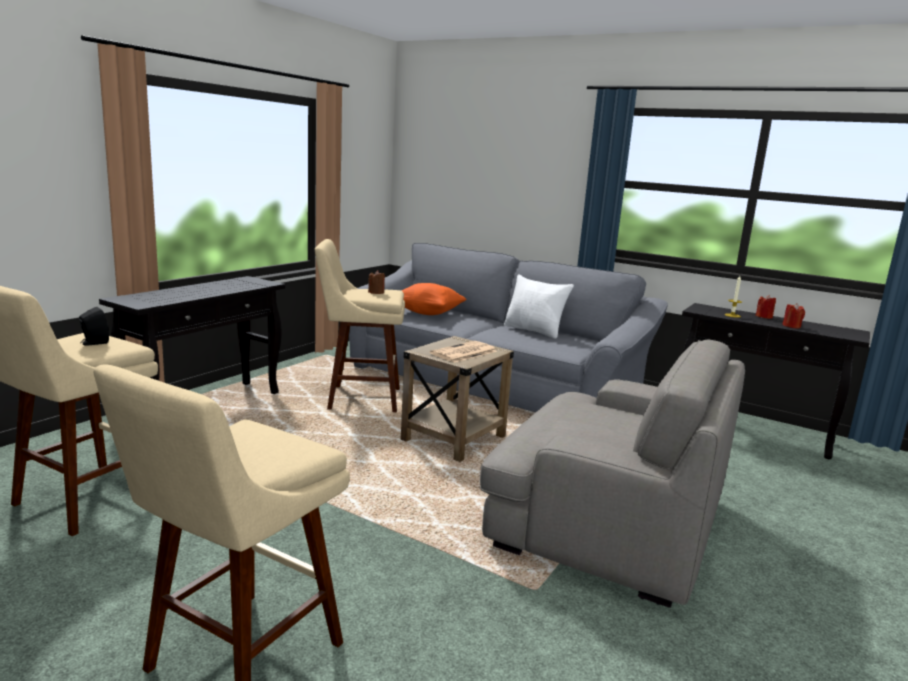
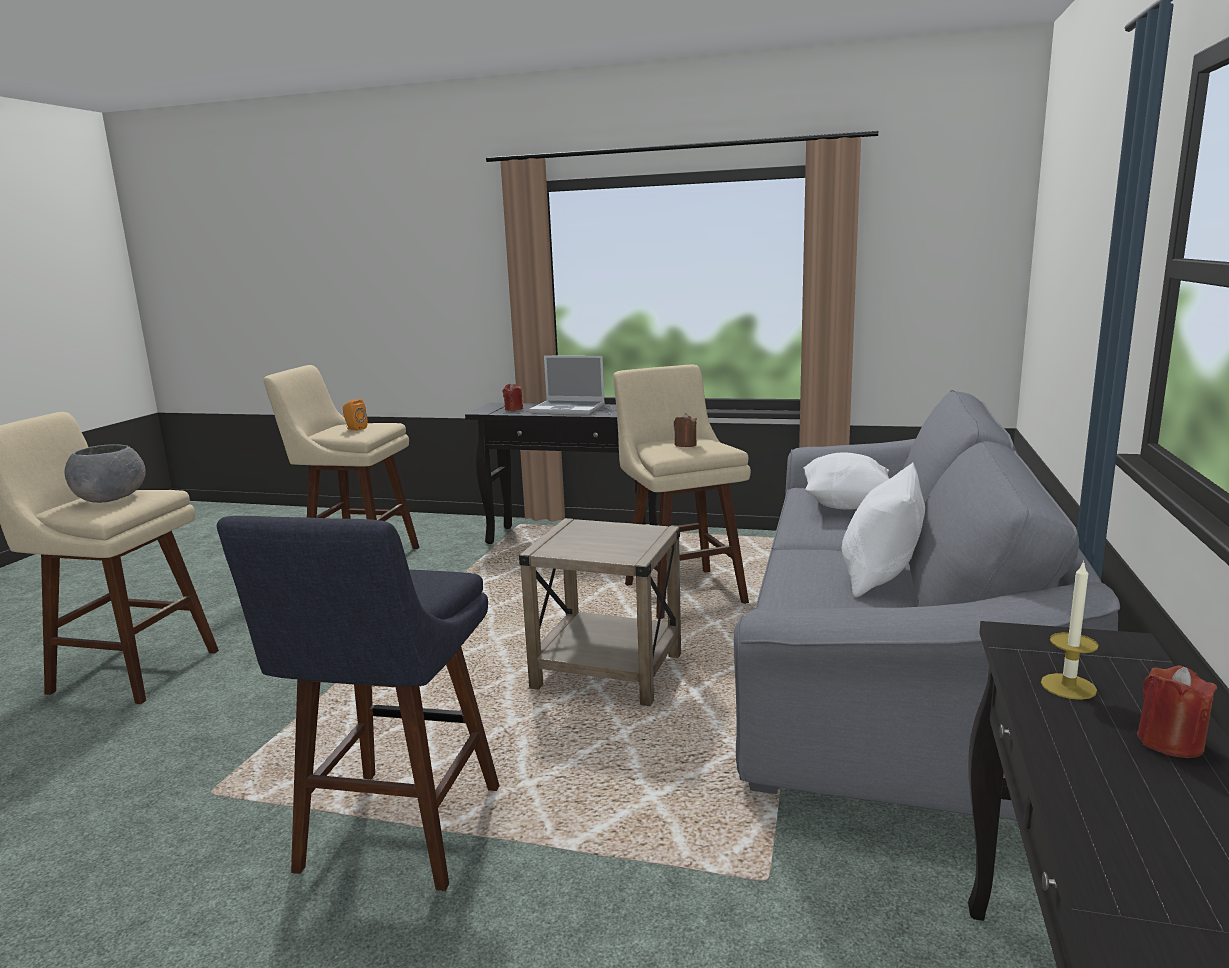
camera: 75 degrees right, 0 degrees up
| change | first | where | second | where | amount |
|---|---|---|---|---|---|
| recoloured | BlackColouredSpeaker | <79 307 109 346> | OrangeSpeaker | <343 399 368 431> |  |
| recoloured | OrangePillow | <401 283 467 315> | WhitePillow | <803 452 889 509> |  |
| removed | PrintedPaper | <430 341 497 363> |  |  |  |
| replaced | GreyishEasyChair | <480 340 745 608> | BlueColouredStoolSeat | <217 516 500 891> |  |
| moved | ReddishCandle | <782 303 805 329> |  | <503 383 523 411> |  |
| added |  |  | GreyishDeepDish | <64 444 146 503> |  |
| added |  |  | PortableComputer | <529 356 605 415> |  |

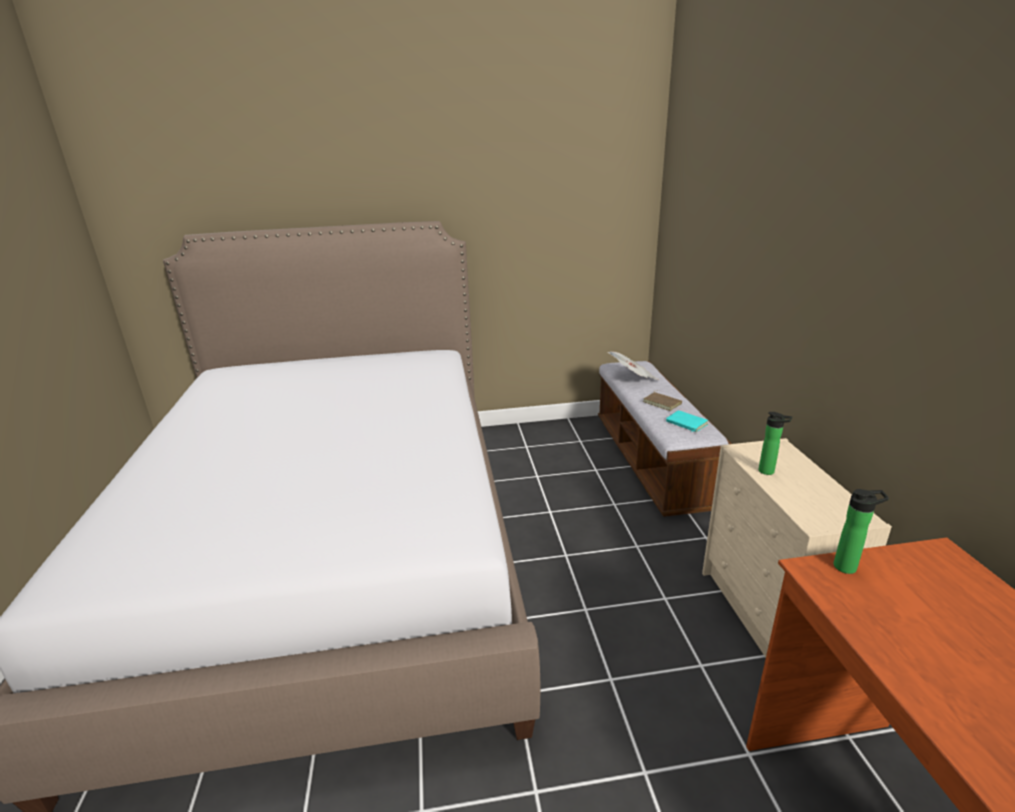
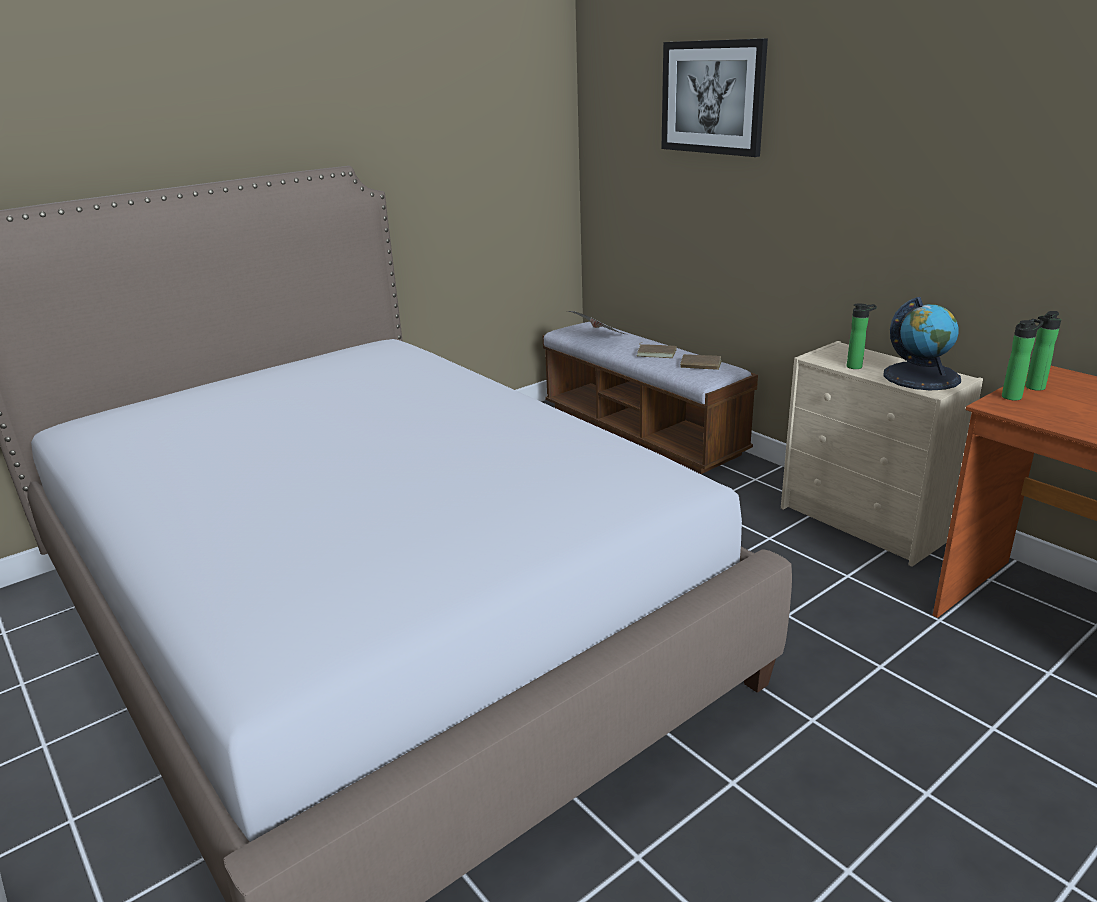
camera: 30 degrees left, 0 degrees up
| change | first | where | second | where | amount |
|---|---|---|---|---|---|
| recoloured | TurquoiseBook | <666 410 708 432> | BrownBook | <680 354 722 370> |  |
| added |  |  | Picture | <661 38 768 157> |  |
| added |  |  | Globe | <883 297 961 390> |  |
| added |  |  | Bottle | <1025 311 1061 391> |  |

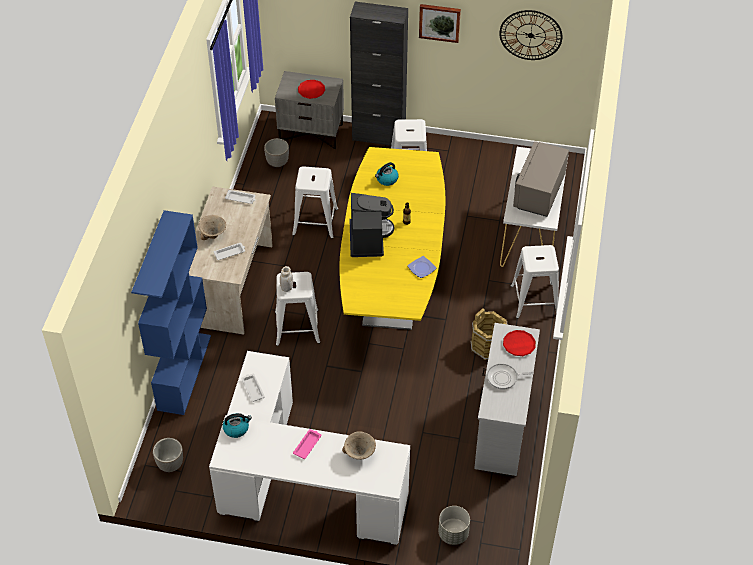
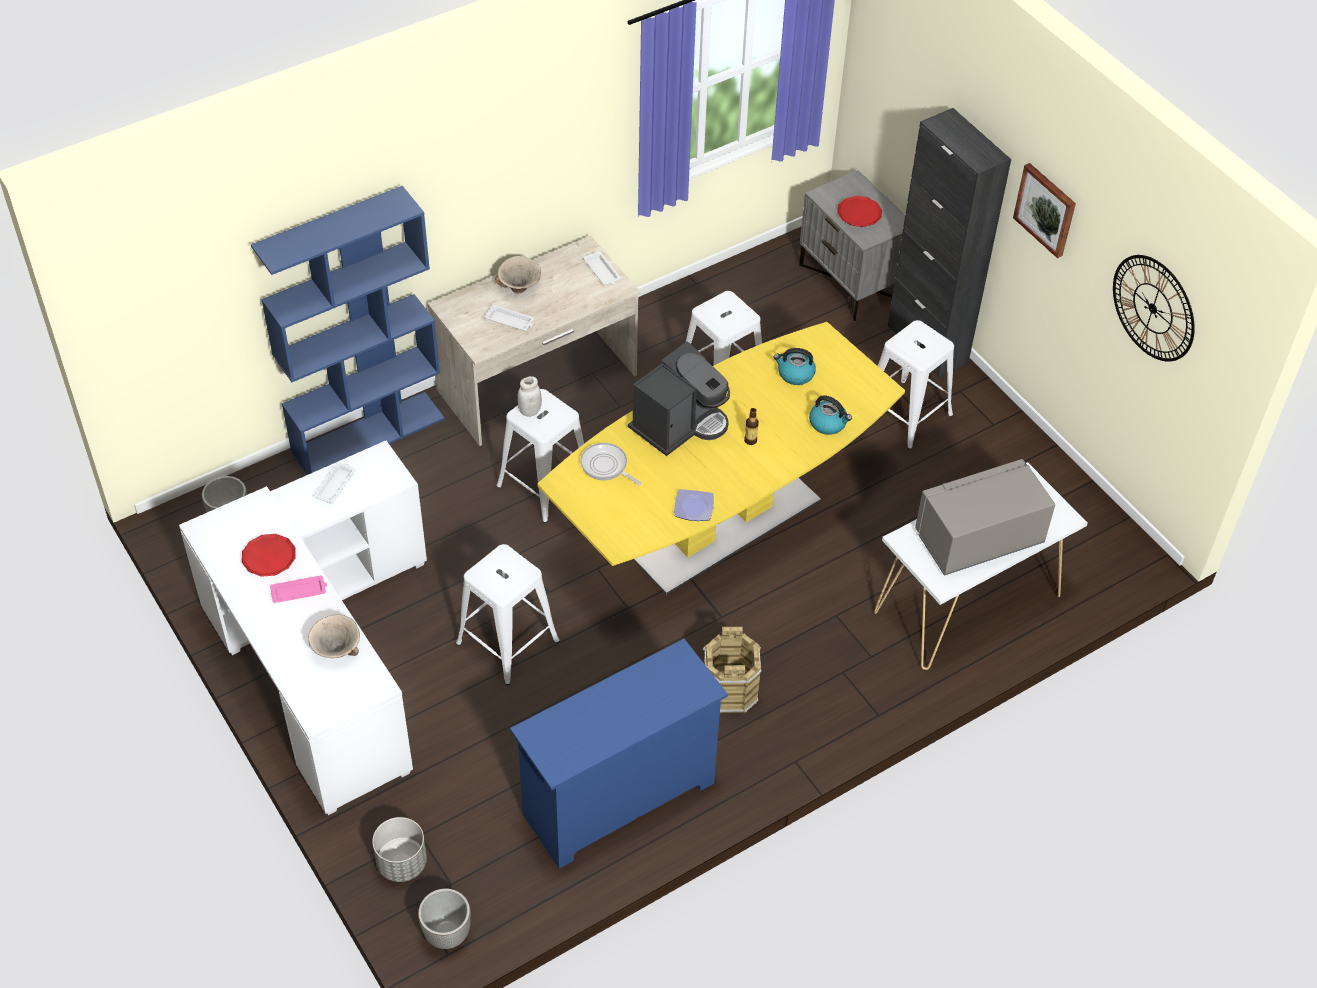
camera: 45 degrees right, 0 degrees up
| change | first | where | second | where | amount |
|---|---|---|---|---|---|
| moved | WaterKettle | <223 413 252 438> |  | <809 395 852 435> |  |
| moved | PlantPot | <264 138 289 167> |  | <418 888 471 949> |  |
| recoloured | WhiteDresser | <474 323 540 476> | BlueColouredDresser | <510 639 728 869> |  |
| moved | Pan | <487 364 534 390> |  | <580 443 642 485> |  |
| moved | ReddishFlatDish | <503 330 536 356> |  | <242 534 296 577> |  |
| moved | WhiteStoolSeat | <511 245 559 319> |  | <456 544 560 685> |  |

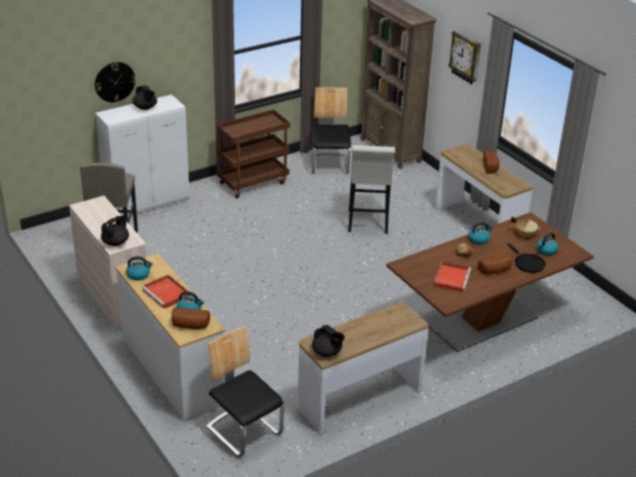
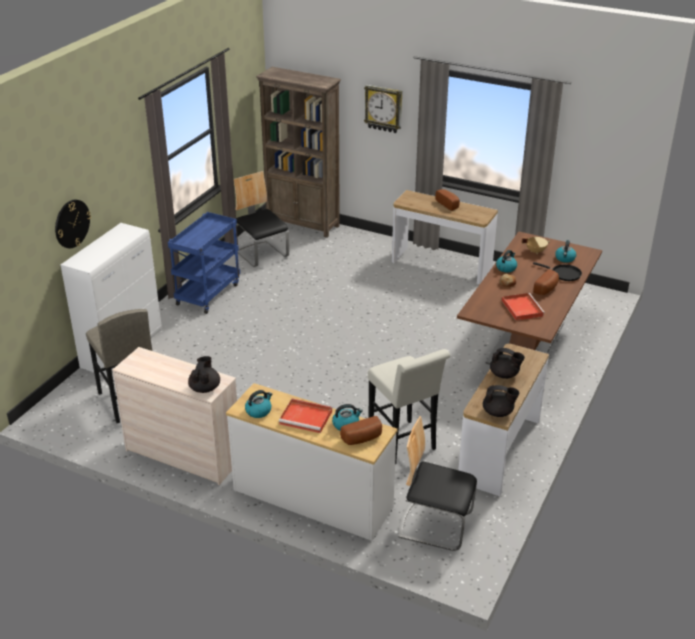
camera: 30 degrees left, 0 degrees up
| change | first | where | second | where | amount |
|---|---|---|---|---|---|
| moved | BlackColouredTeapot | <133 85 157 110> |  | <490 348 525 379> |  |
| recoloured | BrownCart | <217 110 290 198> | BlueColouredCart | <168 212 240 314> |  |
| moved | WhiteStoolSeat | <348 145 395 234> |  | <368 349 450 464> |  |

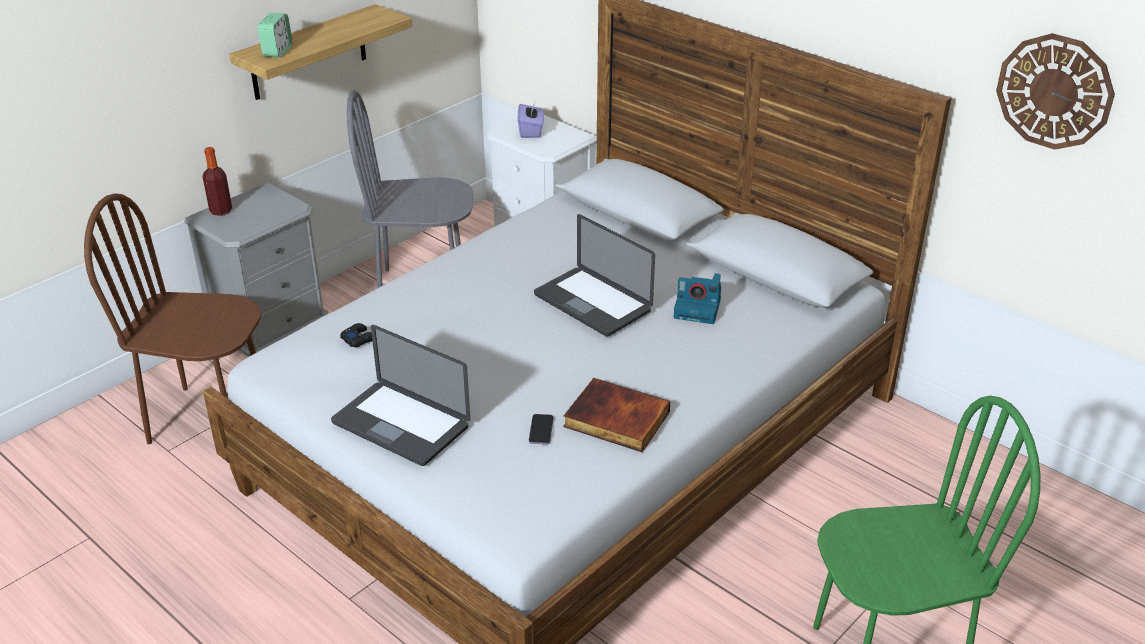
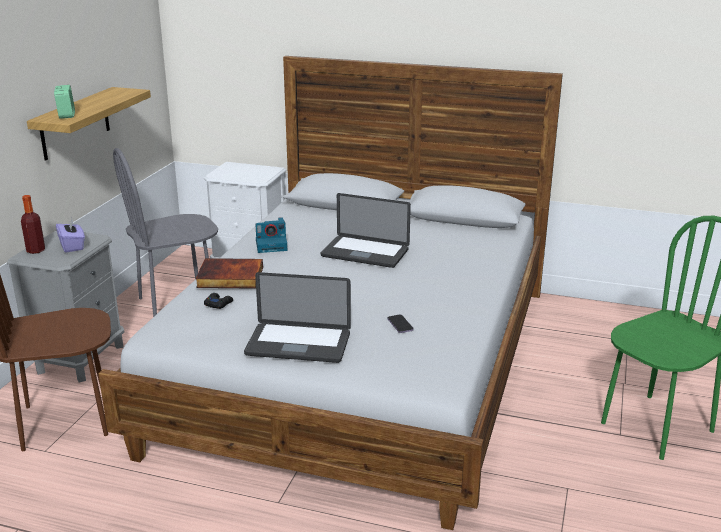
camera: 25 degrees left, 10 degrees down
| change | first | where | second | where | amount |
|---|---|---|---|---|---|
| moved | PurplishTissueBox | <518 102 544 138> |  | <56 218 85 253> |  |
| moved | Book | <563 378 670 452> |  | <196 258 263 289> |  |
| moved | PhotoCamera | <674 273 721 324> |  | <255 217 287 253> |  |
| removed | WallClock | <996 33 1115 150> |  |  |  |

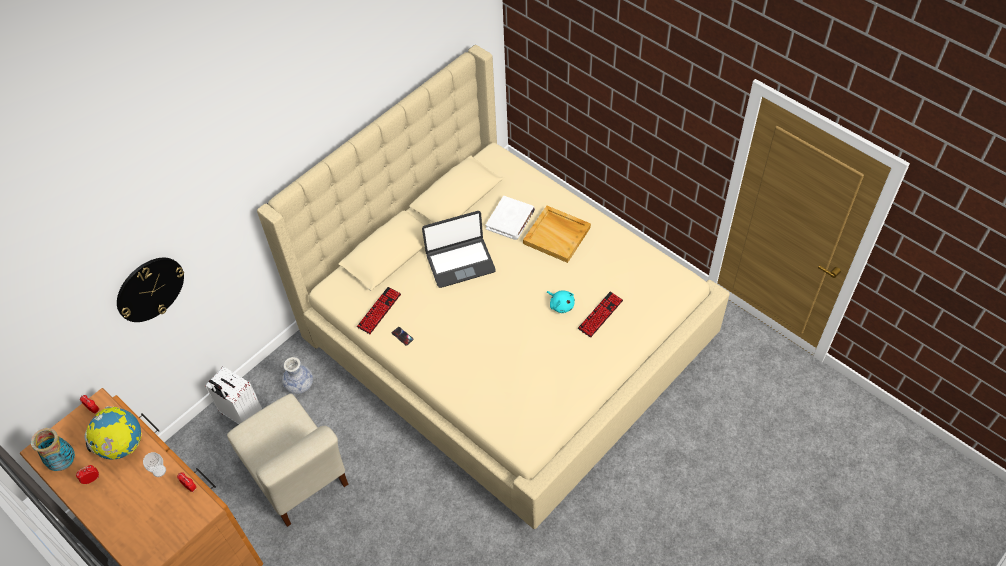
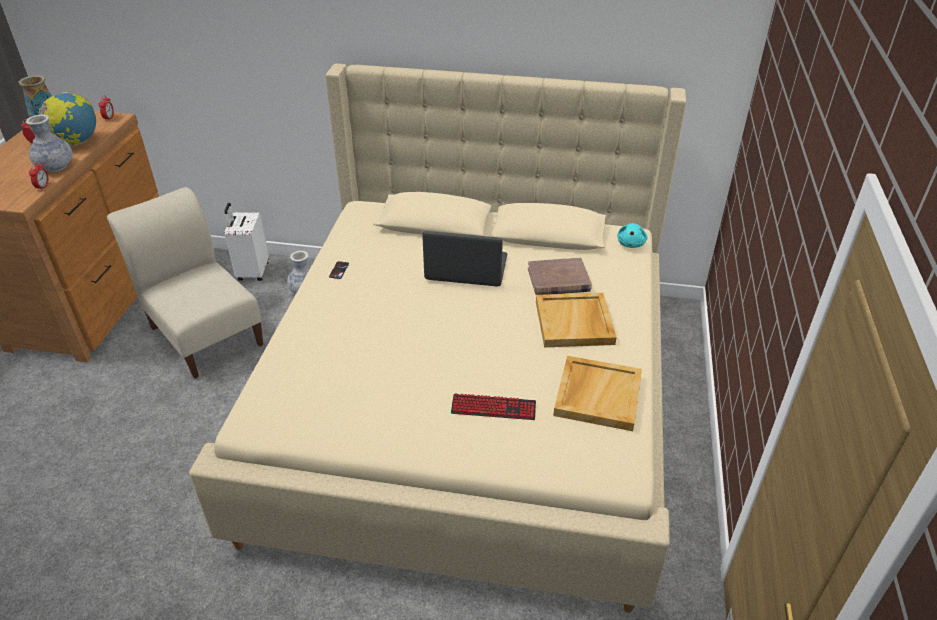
camera: 55 degrees right, 15 degrees down
| change | first | where | second | where | amount |
|---|---|---|---|---|---|
| removed | WallClock | <117 258 184 322> |  |  |  |
| replaced | SmallCup | <143 452 166 477> | FlowerVase | <25 114 73 172> |  |
| turned | SandColouredPlainChair | <227 394 348 527> |  | <107 187 263 378> | 120 degrees clockwise |
| removed | PcKeyboard | <357 287 401 334> |  |  |  |
| turned | PortableComputer | <422 211 496 288> |  | <422 231 507 287> | 150 degrees clockwise |
| recoloured | WhiteBook | <486 196 535 240> | BrownBook | <528 258 591 295> |  |
| moved | TurquoiseCuddlyToy | <547 290 575 313> |  | <617 223 648 248> |  |
| added |  |  | SandColouredServingTray | <553 356 642 431> |  |

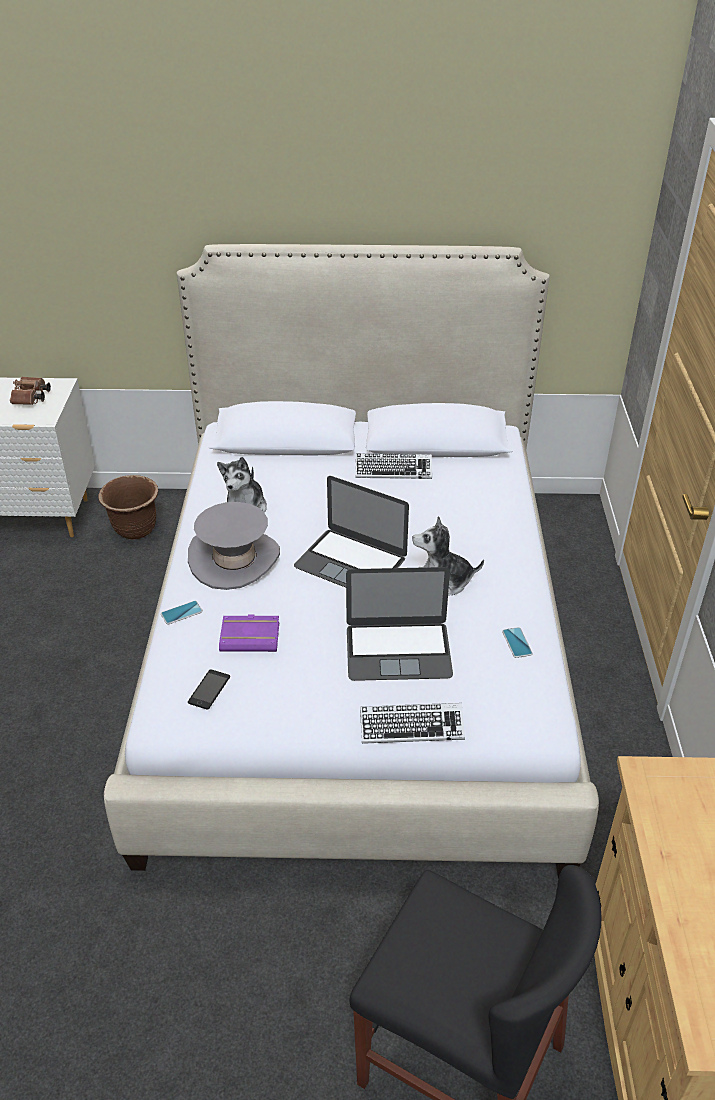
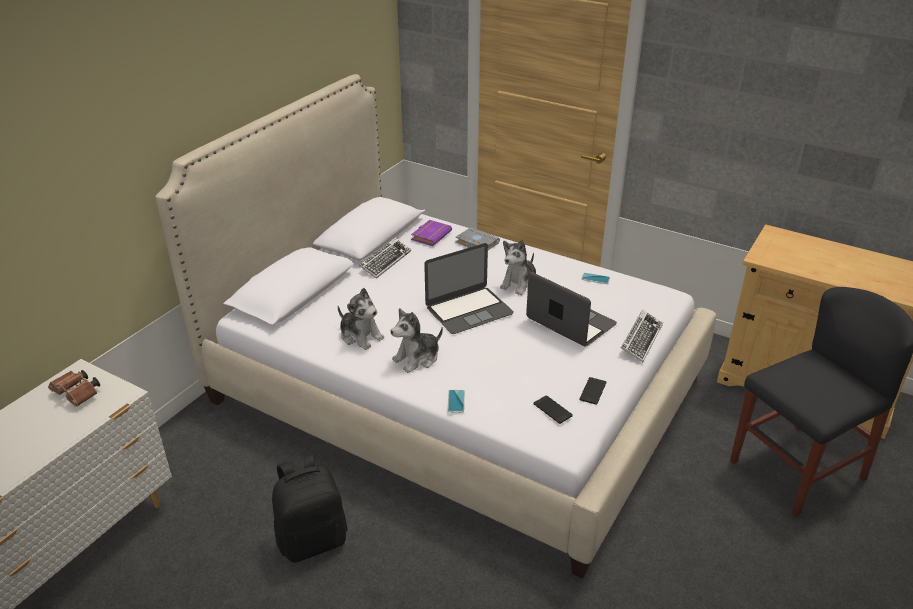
camera: 60 degrees left, 5 degrees down
| change | first | where | second | where | amount |
|---|---|---|---|---|---|
| removed | BrownPlantPot | <98 475 158 540> |  |  |  |
| replaced | GreyishWearableHat | <188 502 280 590> | CuddlyToy | <391 308 443 373> |  |
| moved | PurplishBook | <219 615 279 652> |  | <411 220 452 246> |  |
| turned | PortableComputer | <346 567 453 681> |  | <526 272 617 346> | 75 degrees counterclockwise |
| added |  |  | BlackColouredKnapsack | <272 454 347 563> |  |
| added |  |  | GreyishBook | <455 227 500 250> |  |
| added |  |  | Handset | <579 377 606 405> |  |

